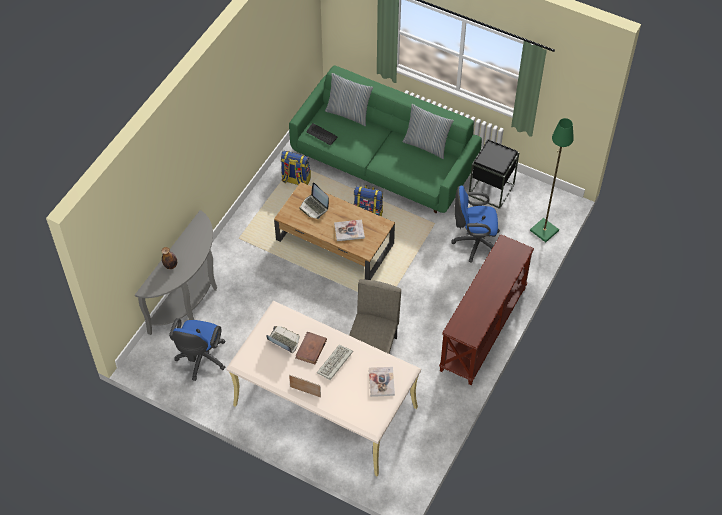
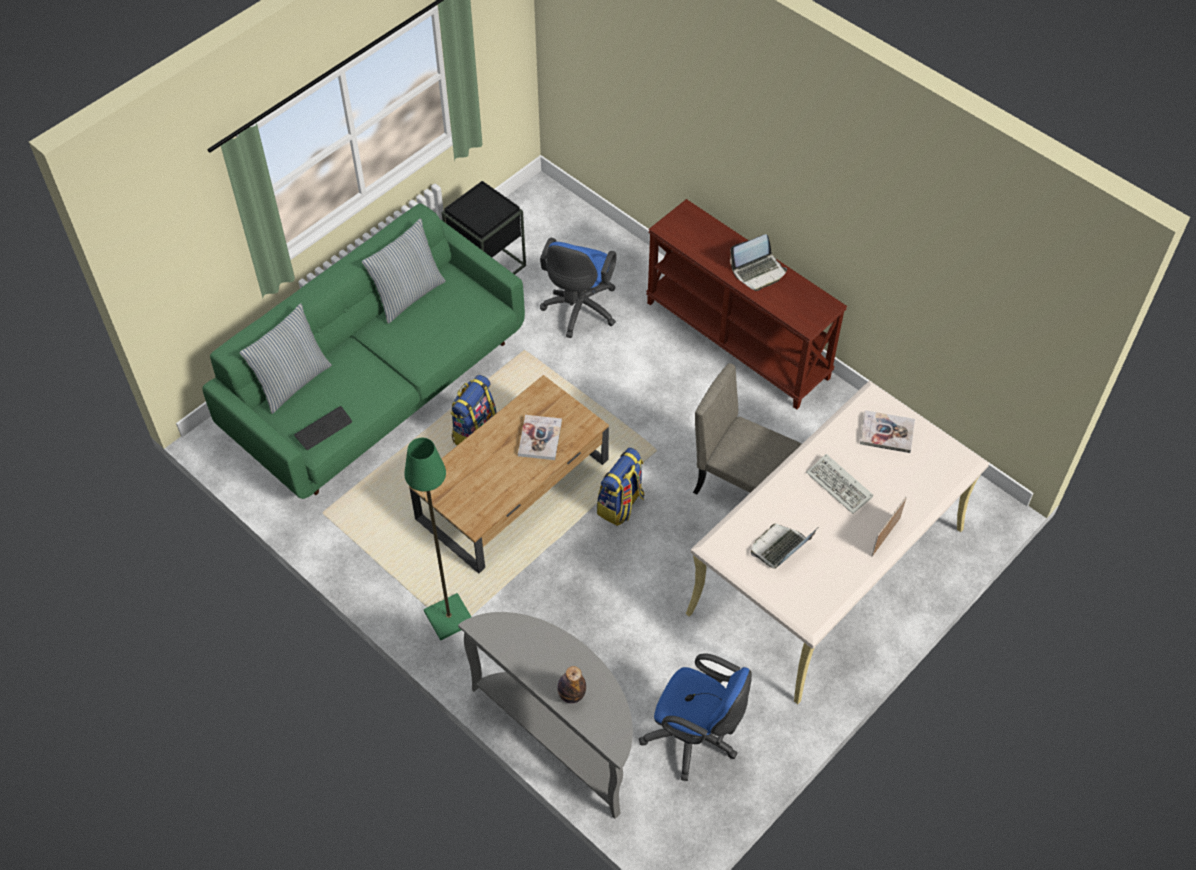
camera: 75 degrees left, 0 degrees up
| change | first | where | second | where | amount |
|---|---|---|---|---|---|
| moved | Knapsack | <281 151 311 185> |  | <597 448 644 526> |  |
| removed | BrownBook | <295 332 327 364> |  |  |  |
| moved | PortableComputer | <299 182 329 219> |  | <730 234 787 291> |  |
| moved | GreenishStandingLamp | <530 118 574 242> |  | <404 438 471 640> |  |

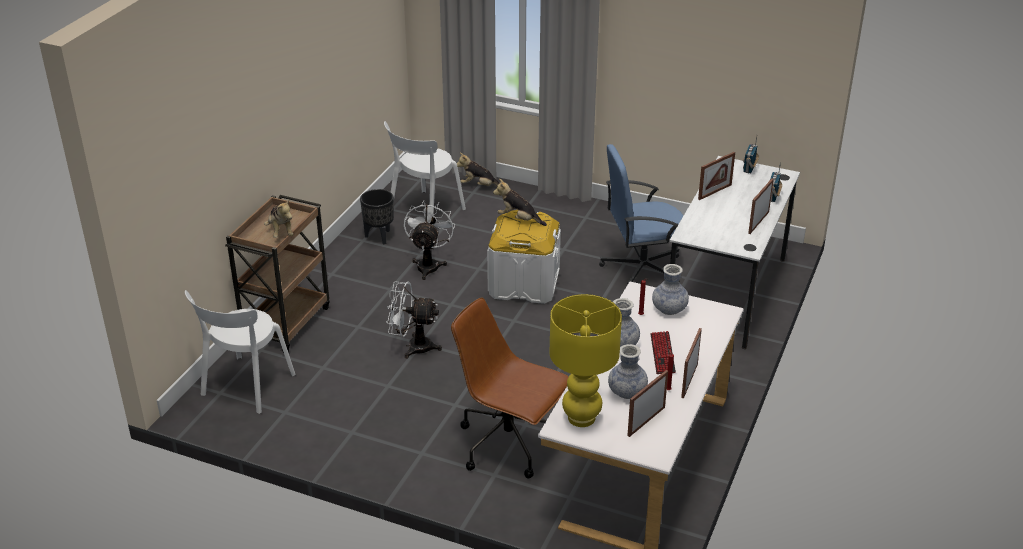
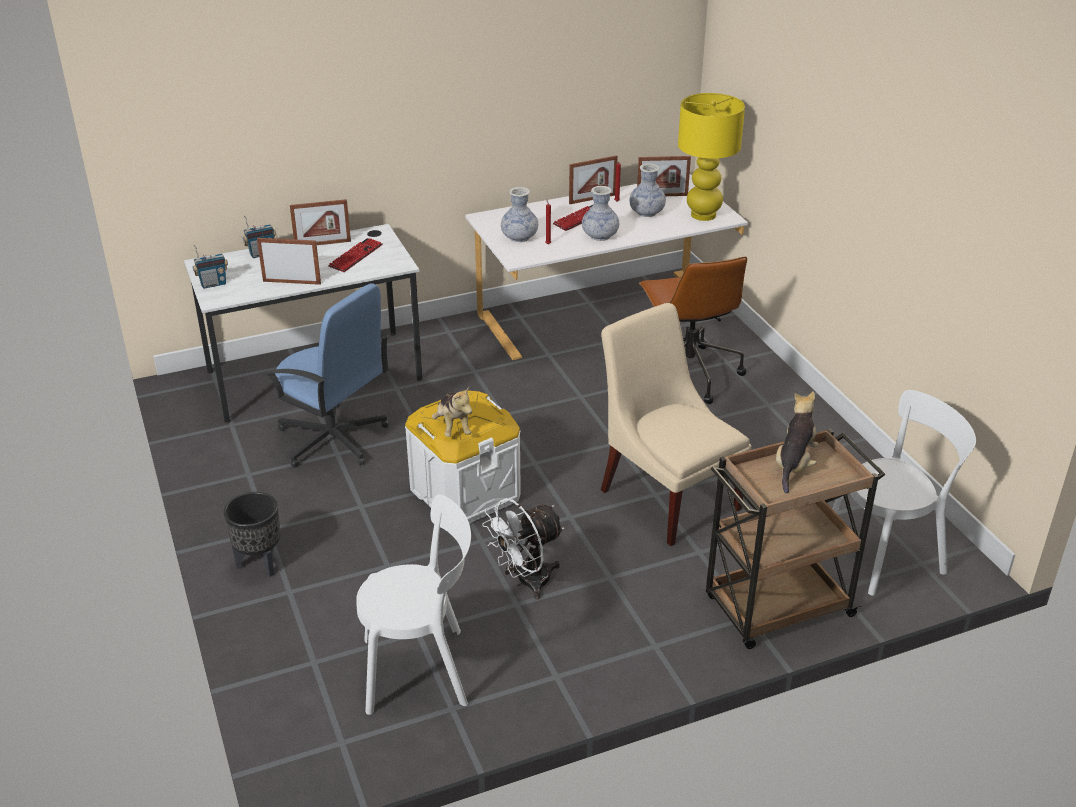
camera: 135 degrees left, 0 degrees up
| change | first | where | second | where | amount |
|---|---|---|---|---|---|
| moved | BlackColouredPlantPot | <360 189 394 245> |  | <224 492 281 577> |  |
| replaced | WhiteFan | <386 281 442 358> | SandColouredPlainChair | <601 303 751 546> |  |
| removed | CuddlyToy | <457 153 500 186> |  |  |  |
| added |  |  | PcKeyboard | <328 238 383 272> |  |

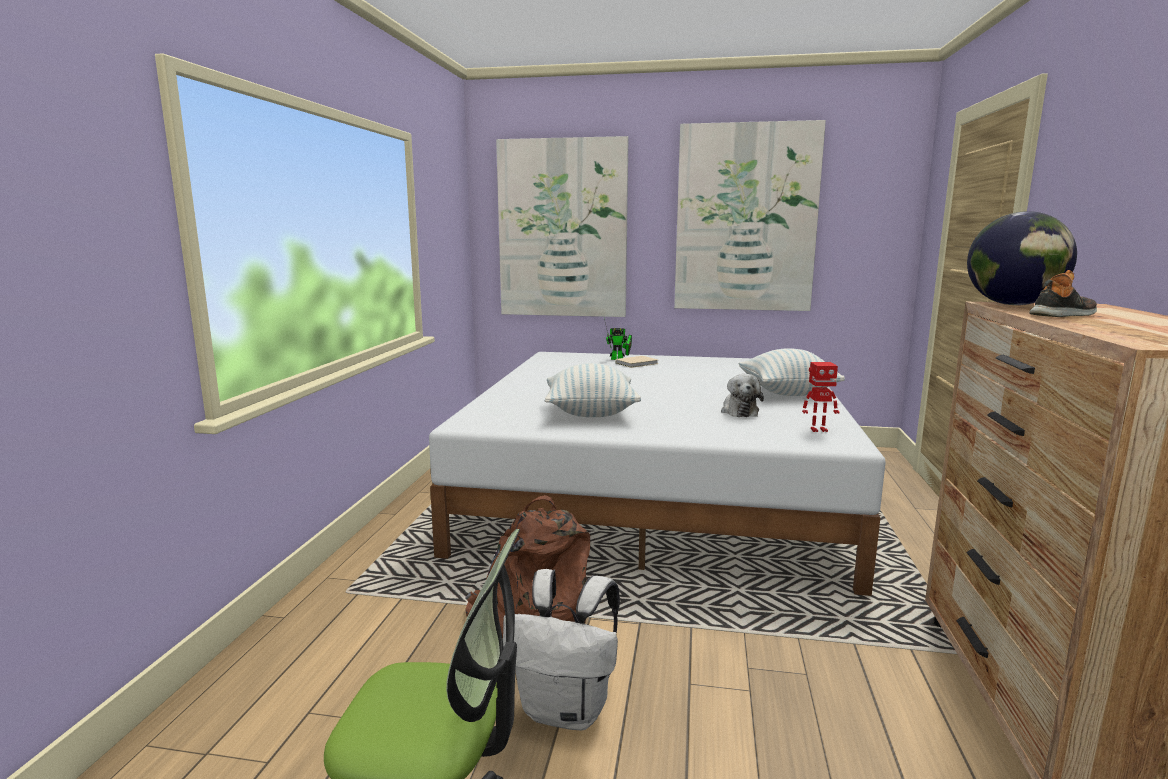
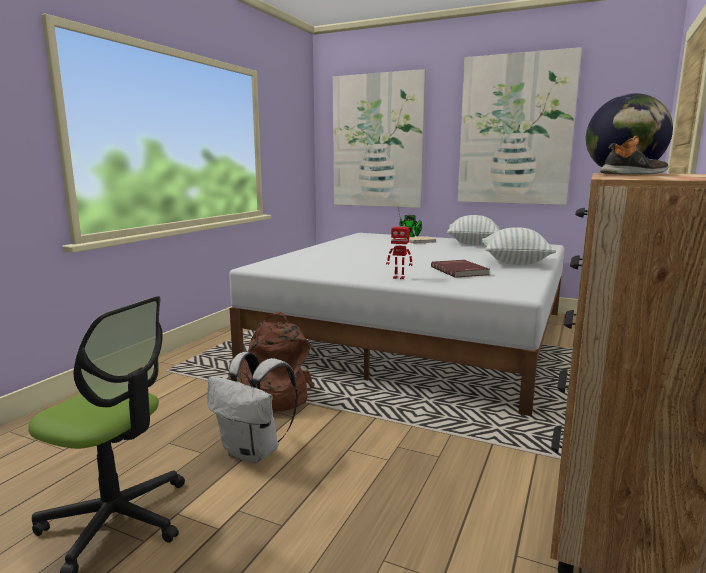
camera: 15 degrees right, 0 degrees up
| change | first | where | second | where | amount |
|---|---|---|---|---|---|
| moved | Pillow | <545 363 641 417> |  | <447 215 499 245> |  |
| replaced | CuddlyToy | <721 374 764 417> | ReddishBook | <431 260 490 278> |  |
| moved | ToyRobot | <802 362 839 432> |  | <386 227 413 279> |  |

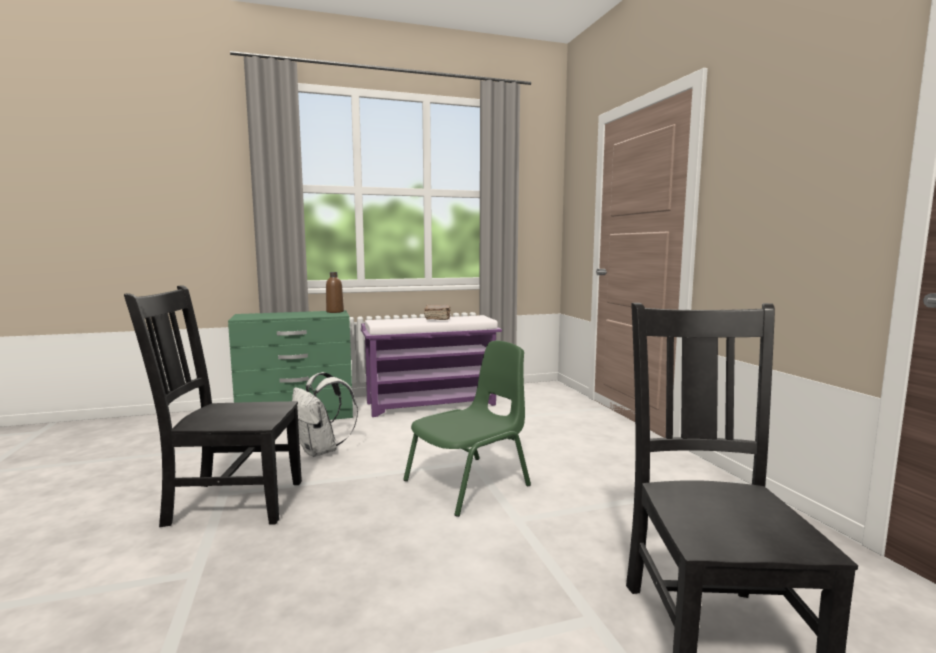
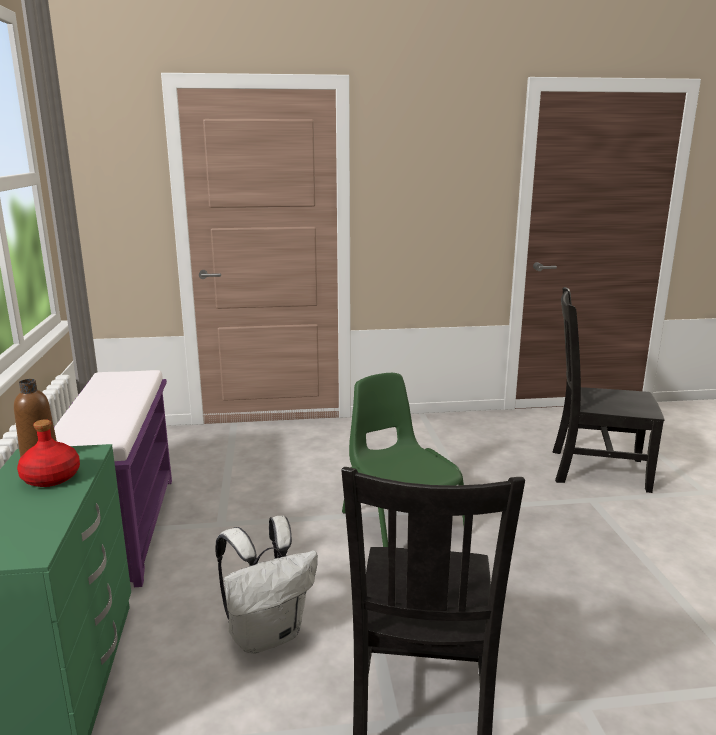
camera: 80 degrees left, 10 degrees up
| change | first | where | second | where | amount |
|---|---|---|---|---|---|
| removed | BrownBook | <424 305 450 320> |  |  |  |
| added |  |  | ReddishBottle | <17 419 80 487> |  |

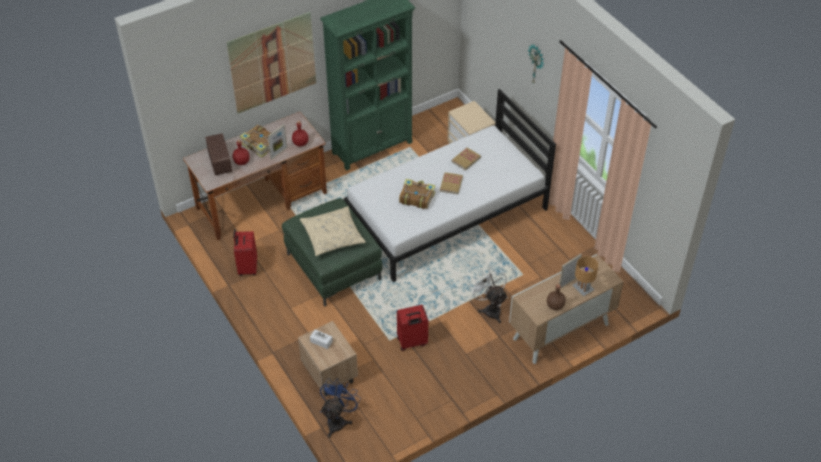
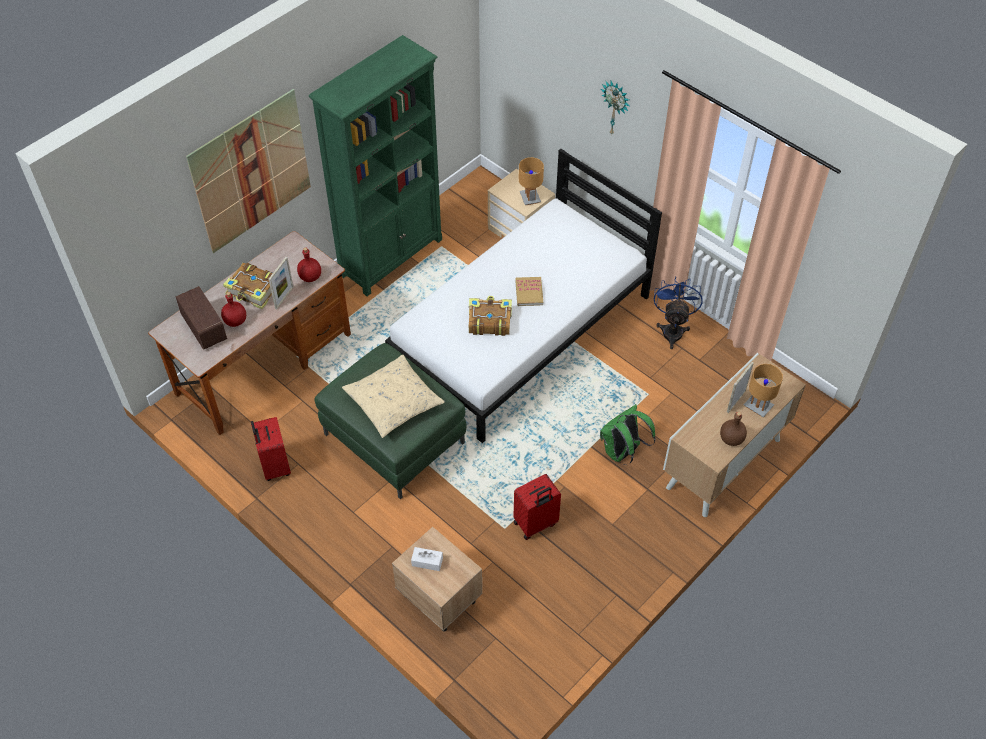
camera: 15 degrees left, 5 degrees up
| change | first | where | second | where | amount |
|---|---|---|---|---|---|
| moved | BlueColouredFan | <320 378 361 438> |  | <654 276 703 349> |  |
| removed | Book | <451 148 481 171> |  |  |  |
| replaced | WhiteFan | <470 267 508 323> | GreenishKnapsack | <600 404 656 465> |  |
| added |  |  | BrownTableLamp | <519 157 544 205> |  |

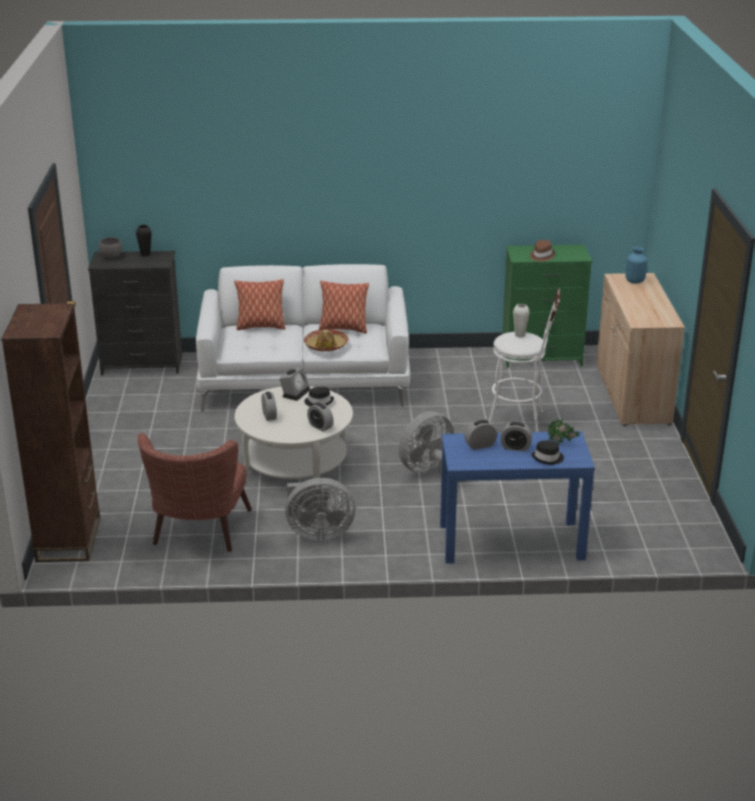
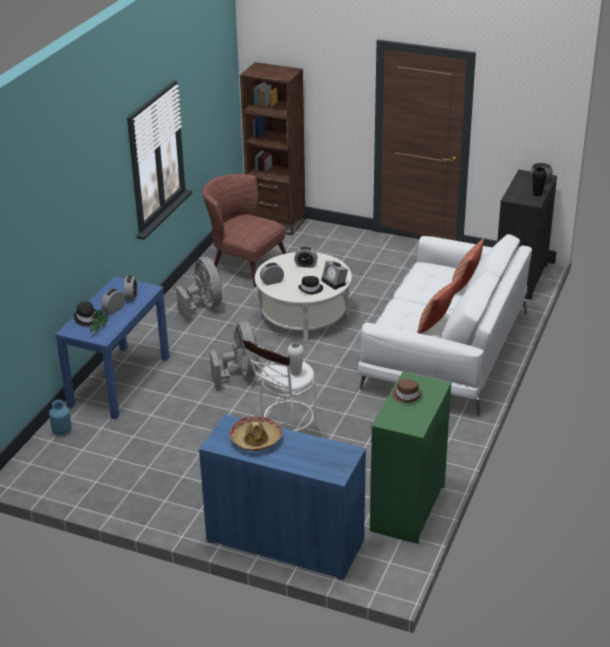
camera: 115 degrees right, 5 degrees up
| change | first | where | second | where | amount |
|---|---|---|---|---|---|
| turned | GreyishFan | <285 478 356 541> |  | <176 257 222 322> | 135 degrees clockwise |
| moved | WearableHat | <304 329 349 351> |  | <229 417 282 451> |  |
| recoloured | SandColouredCupboard | <596 273 685 426> | BlueColouredCupboard | <199 414 366 580> |  |
| moved | BlueColouredFlowerVase | <626 247 647 284> |  | <49 400 72 435> |  |

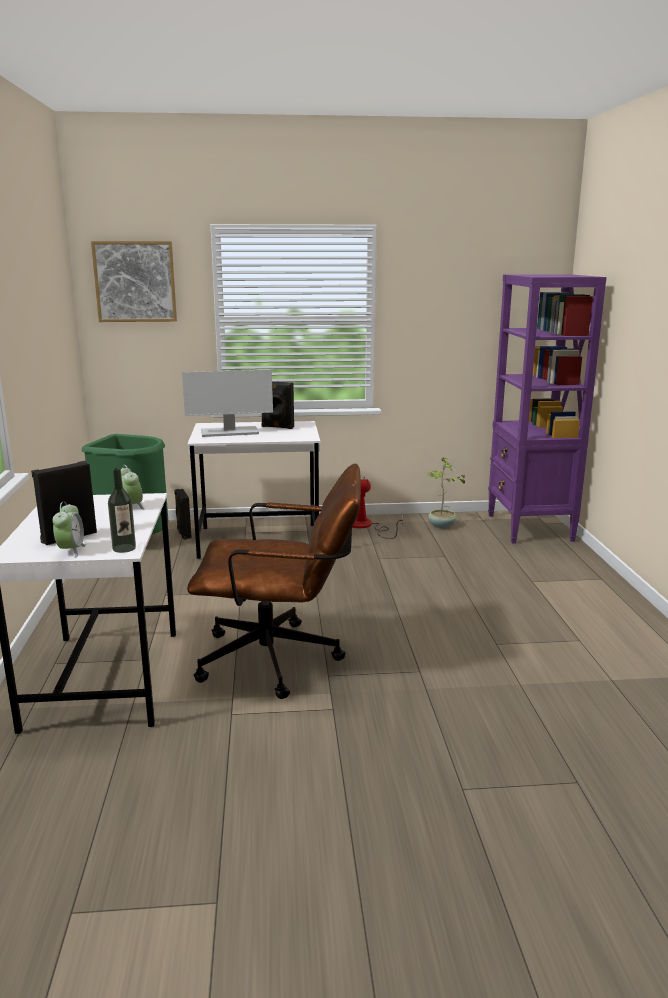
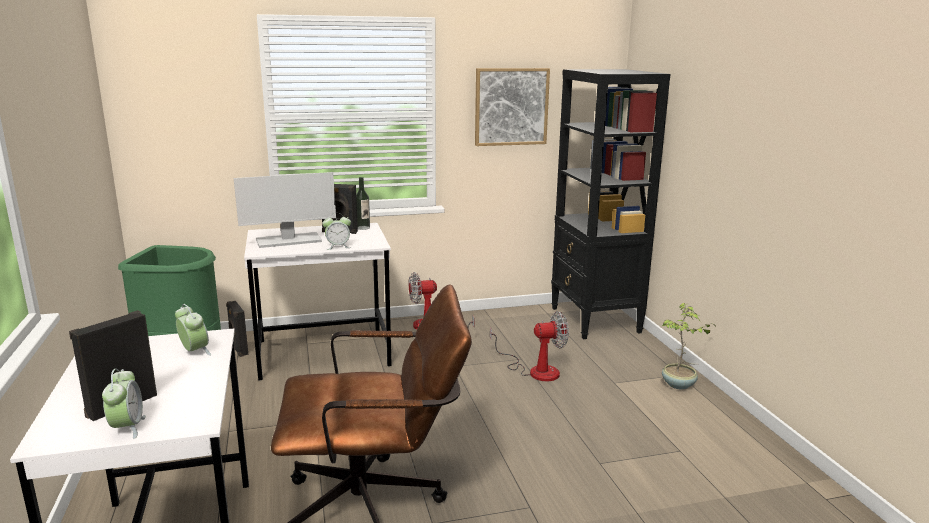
camera: 10 degrees left, 0 degrees up
| change | first | where | second | where | amount |
|---|---|---|---|---|---|
| moved | Picture | <91 241 177 322> |  | <475 68 550 146> |  |
| moved | Bottle | <108 468 136 553> |  | <356 177 370 230> |  |
| moved | PlantInAPot | <427 457 465 529> |  | <662 303 716 390> |  |
| recoloured | PurplishBookcase | <488 274 607 544> | BlackColouredBookcase | <551 69 671 339> |  |
| added |  |  | BedsideClock | <322 213 351 250> |  |
| added |  |  | Fan | <490 311 569 381> |  |

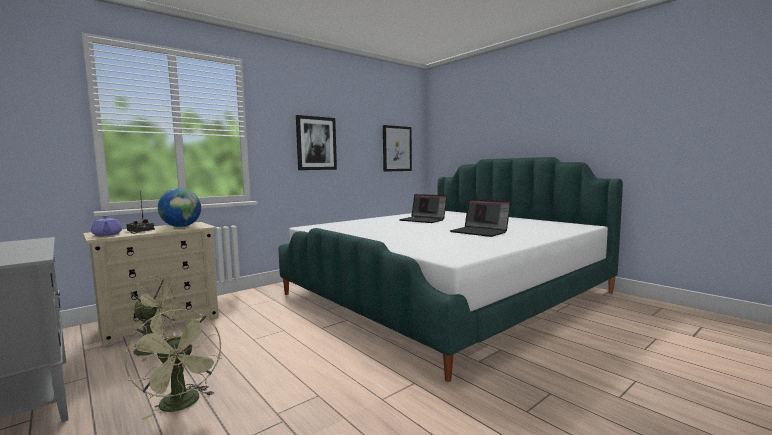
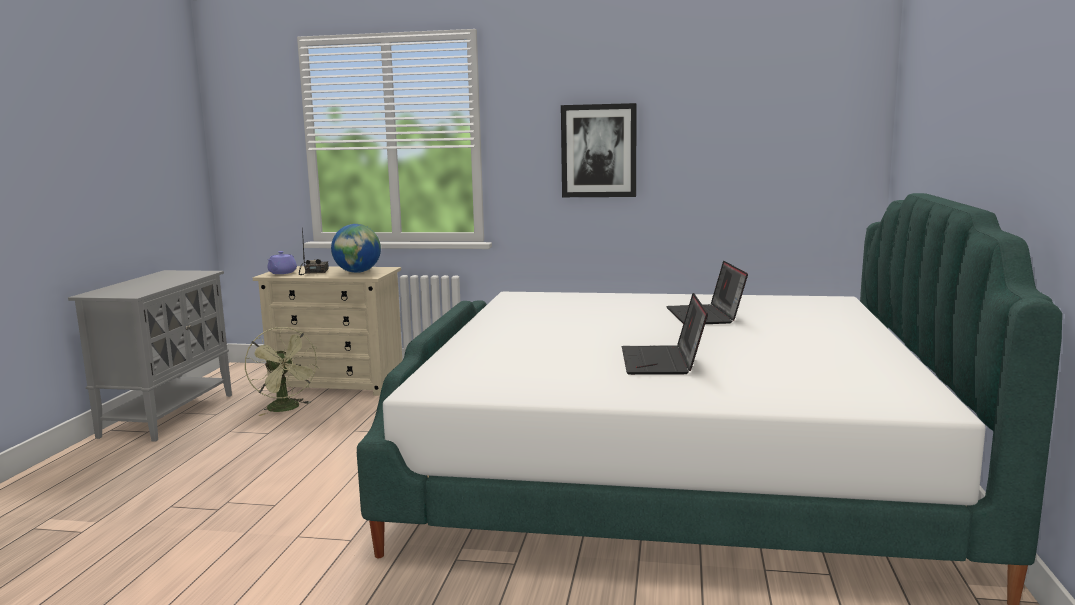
camera: 50 degrees right, 5 degrees up
| change | first | where | second | where | amount |
|---|---|---|---|---|---|
| removed | GreenishFan | <125 309 222 420> |  |  |  |
| removed | Picture | <383 125 412 172> |  |  |  |

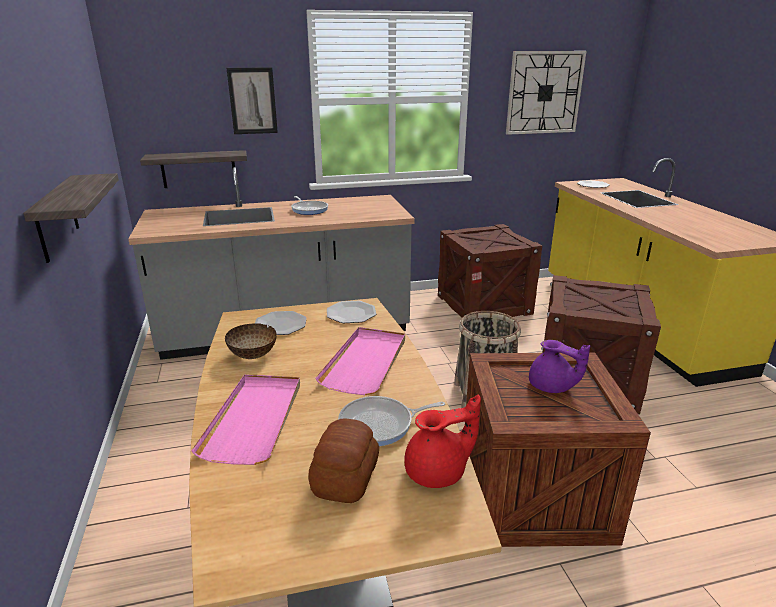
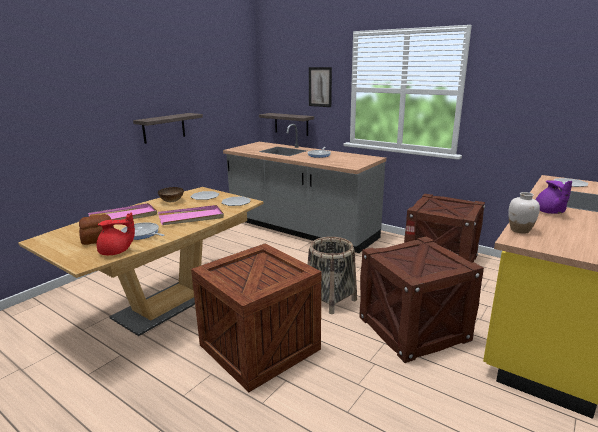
camera: 50 degrees right, 5 degrees down
| change | first | where | second | where | amount |
|---|---|---|---|---|---|
| turned | ReddishTeapot | <405 395 481 488> |  | <97 212 135 255> | 45 degrees counterclockwise |
| removed | WallClock | <506 51 587 135> |  |  |  |
| moved | PurplishTeapot | <529 340 590 393> |  | <536 180 572 214> |  |
| added |  |  | WhiteFlowerVase | <509 192 540 234> |  |

